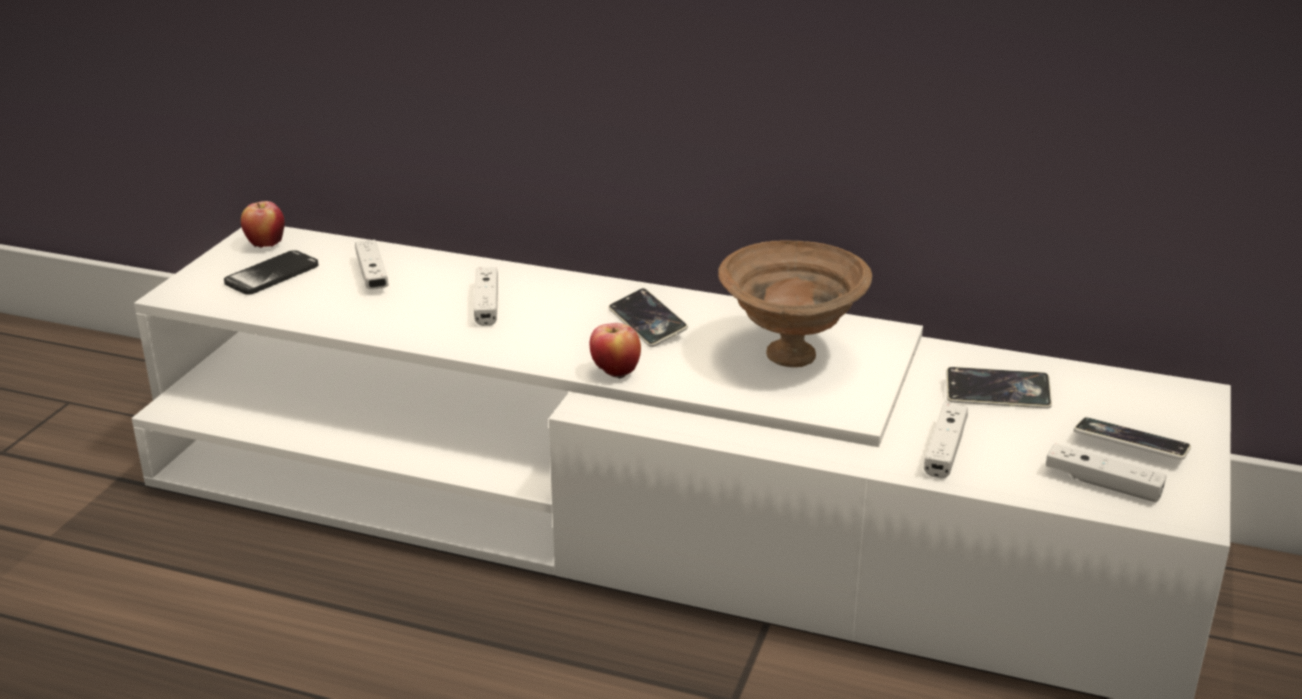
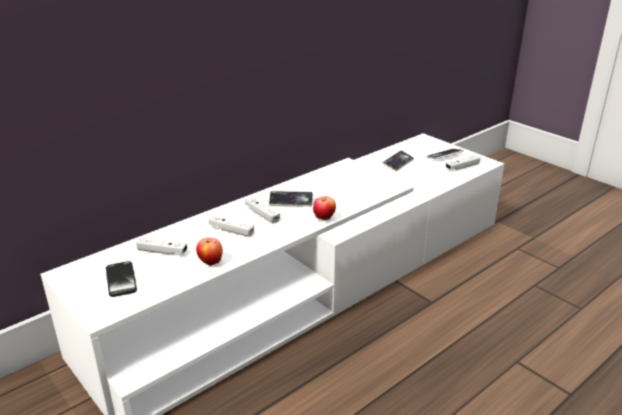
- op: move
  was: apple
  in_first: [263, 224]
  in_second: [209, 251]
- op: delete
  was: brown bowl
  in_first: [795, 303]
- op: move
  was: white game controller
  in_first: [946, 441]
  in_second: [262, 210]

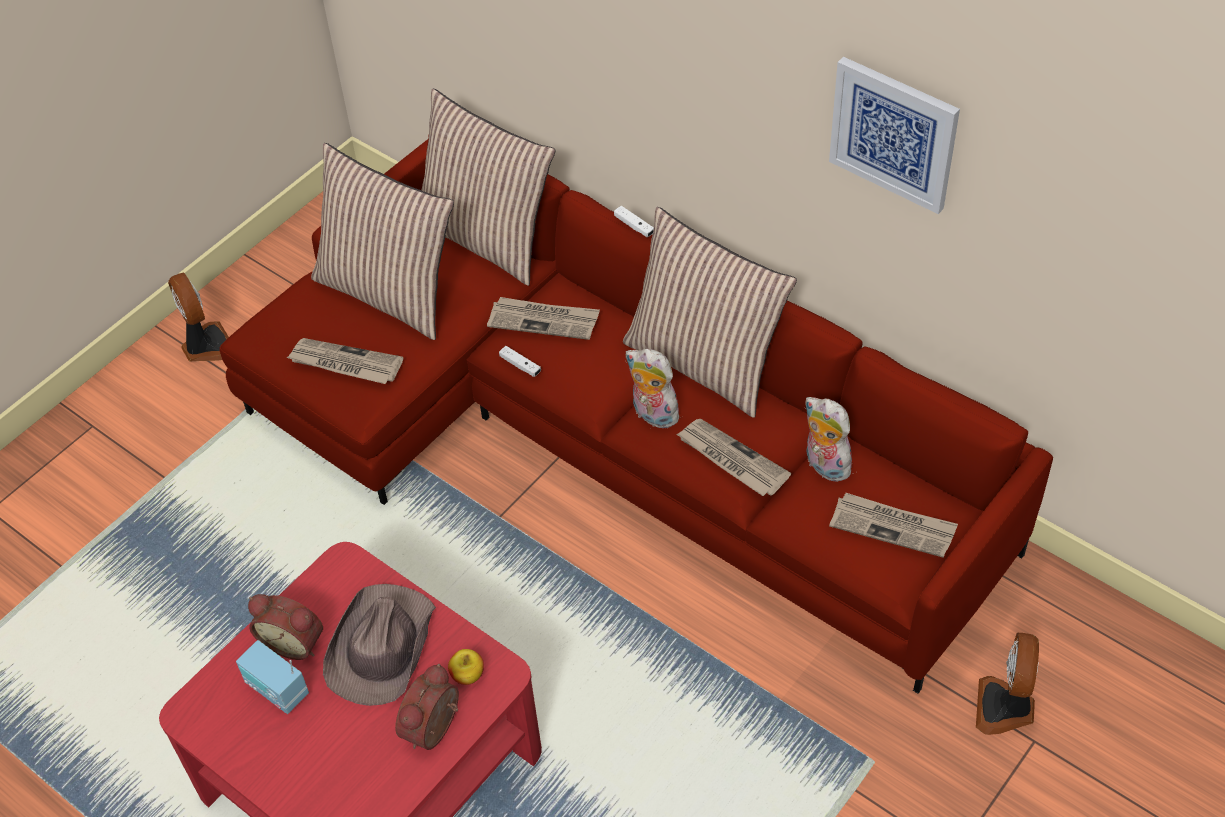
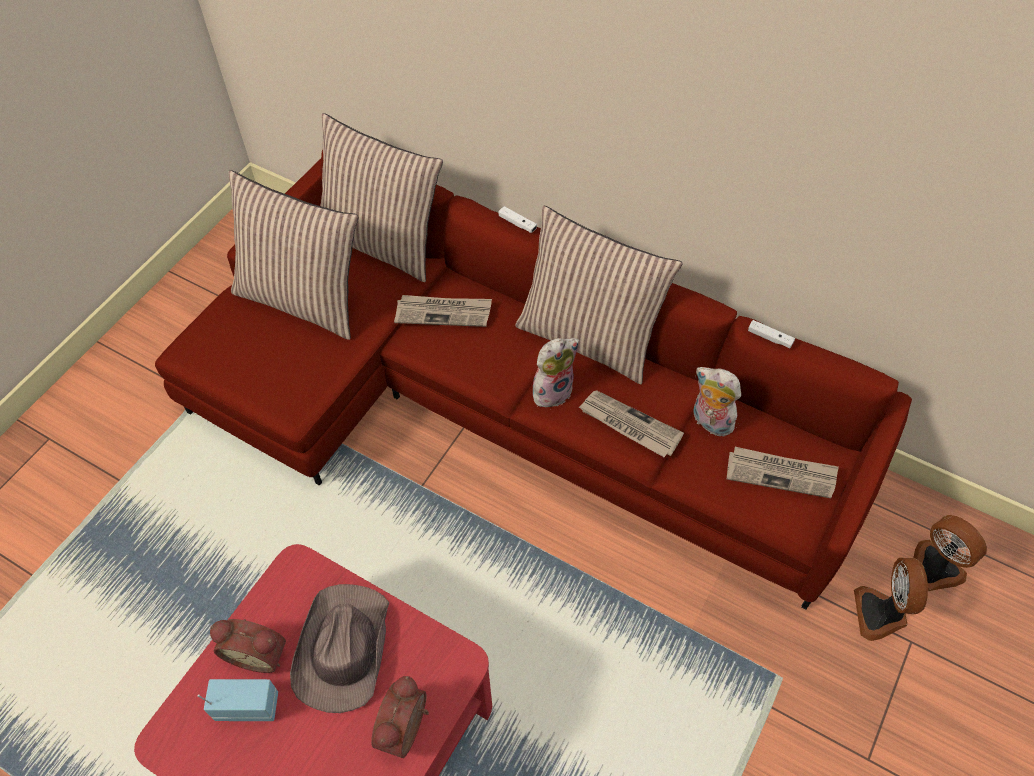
- op: move
  was: fan
  in_first: [198, 316]
  in_second: [950, 553]
- op: rotate
  was: radio
  in_first: [272, 677]
  in_second: [237, 700]
  clockwise: 150
- op: delete
  was: newspaper
  in_first: [344, 361]
- op: delete
  was: apple
  in_first: [466, 667]
- op: move
  was: white game controller
  in_first: [520, 361]
  in_second: [771, 334]
- op: rotate
  was: plush toy
  in_first: [655, 388]
  in_second: [556, 372]
  clockwise: 120
- op: delete
  was: picture
  in_first: [894, 135]

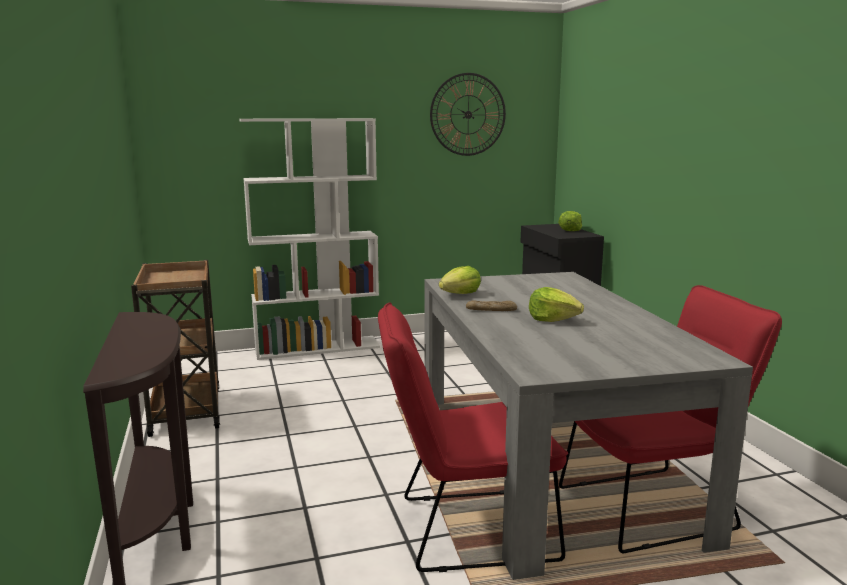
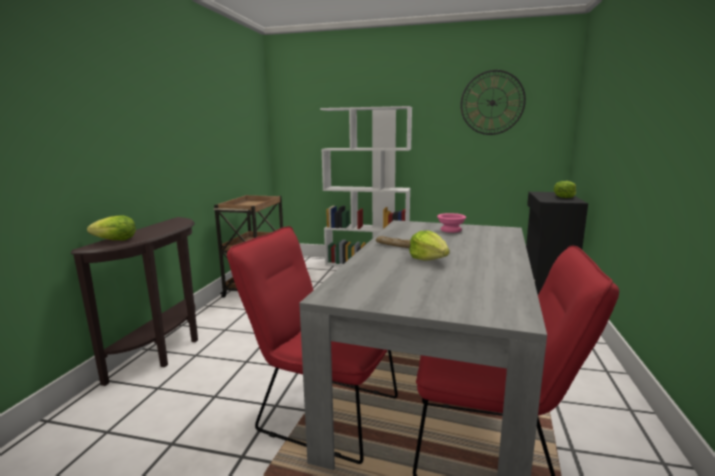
- op: move
  was: lettuce
  in_first: [460, 280]
  in_second: [111, 228]
- op: insert
  now: pink bowl
  in_second: [451, 223]

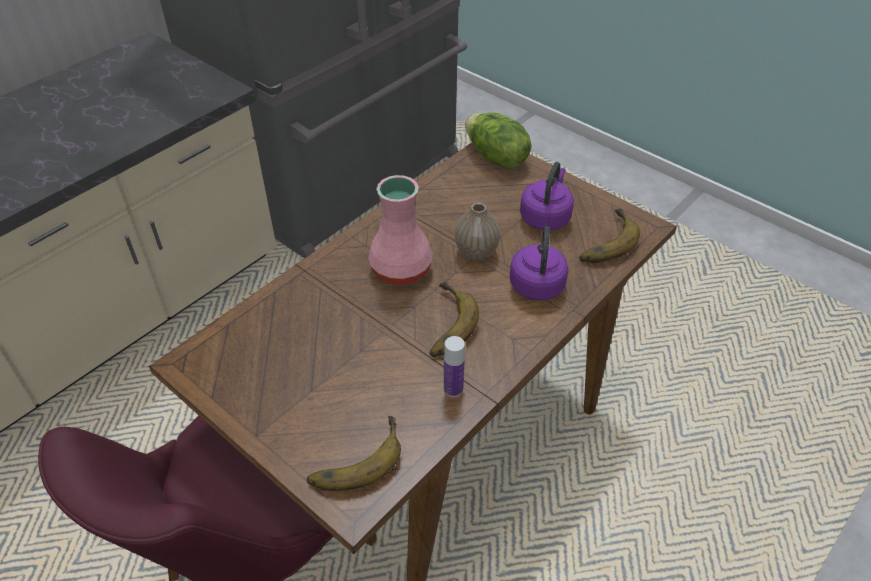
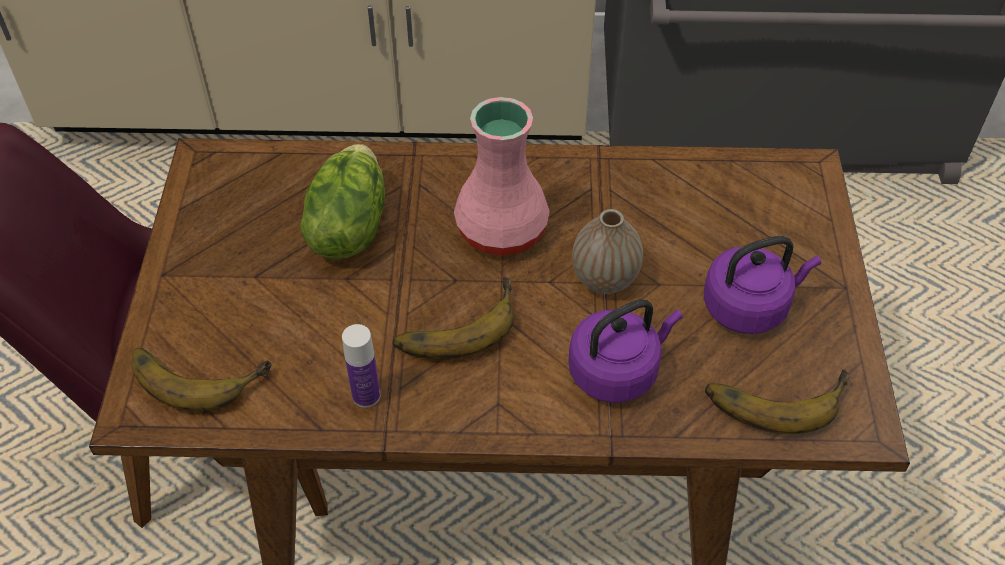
- op: move
  was: lettuce
  in_first: [498, 140]
  in_second: [342, 201]

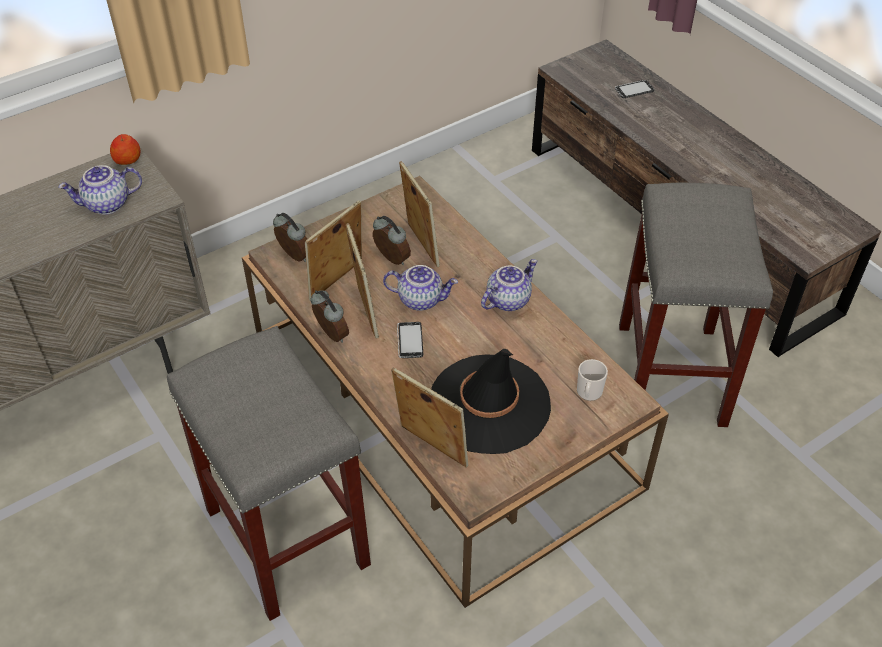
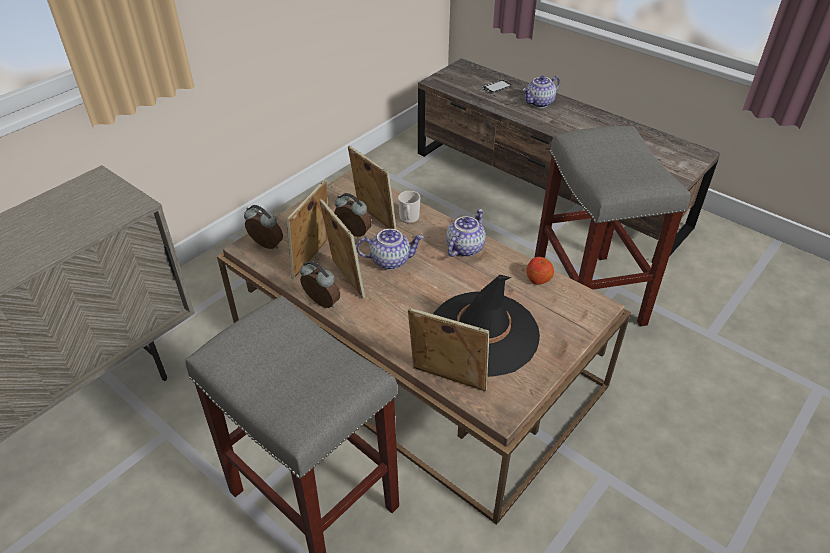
- op: move
  was: teapot
  in_first: [100, 190]
  in_second: [541, 92]
- op: move
  was: apple
  in_first: [125, 149]
  in_second: [540, 271]
- op: delete
  was: phone
  in_first: [410, 340]
- op: move
  was: mug
  in_first: [592, 380]
  in_second: [409, 207]

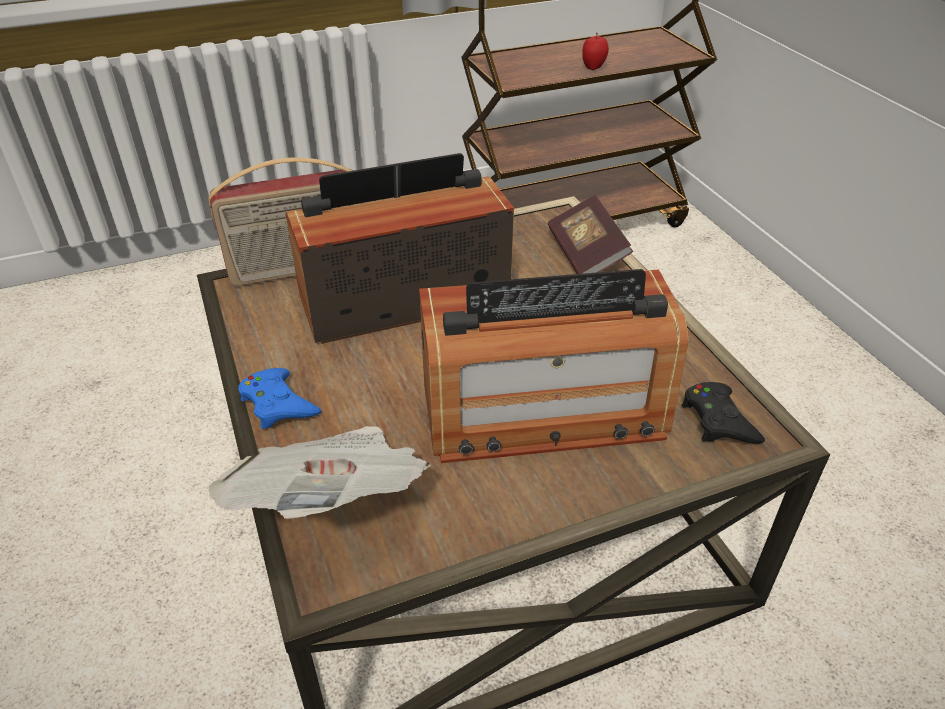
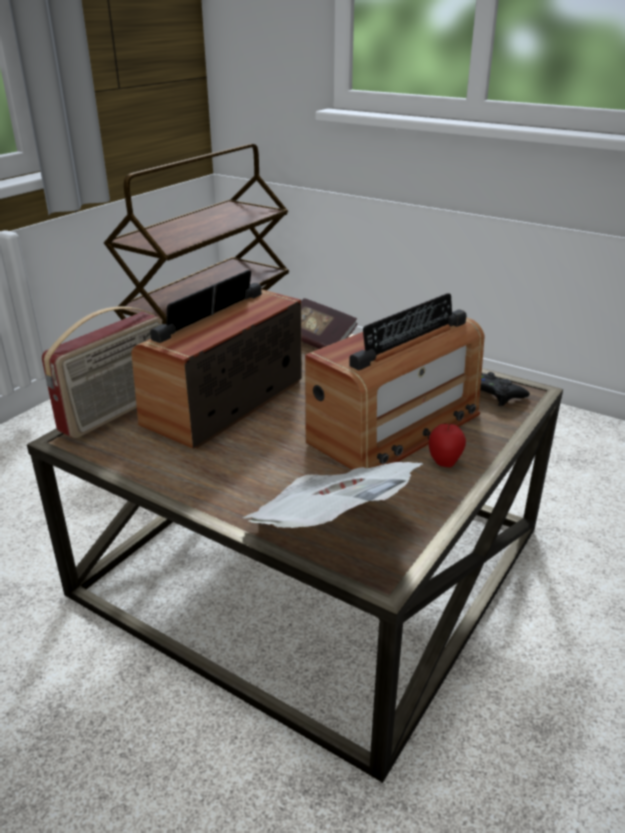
- op: delete
  was: blue game controller
  in_first: [279, 398]
- op: move
  was: apple
  in_first: [595, 51]
  in_second: [447, 445]

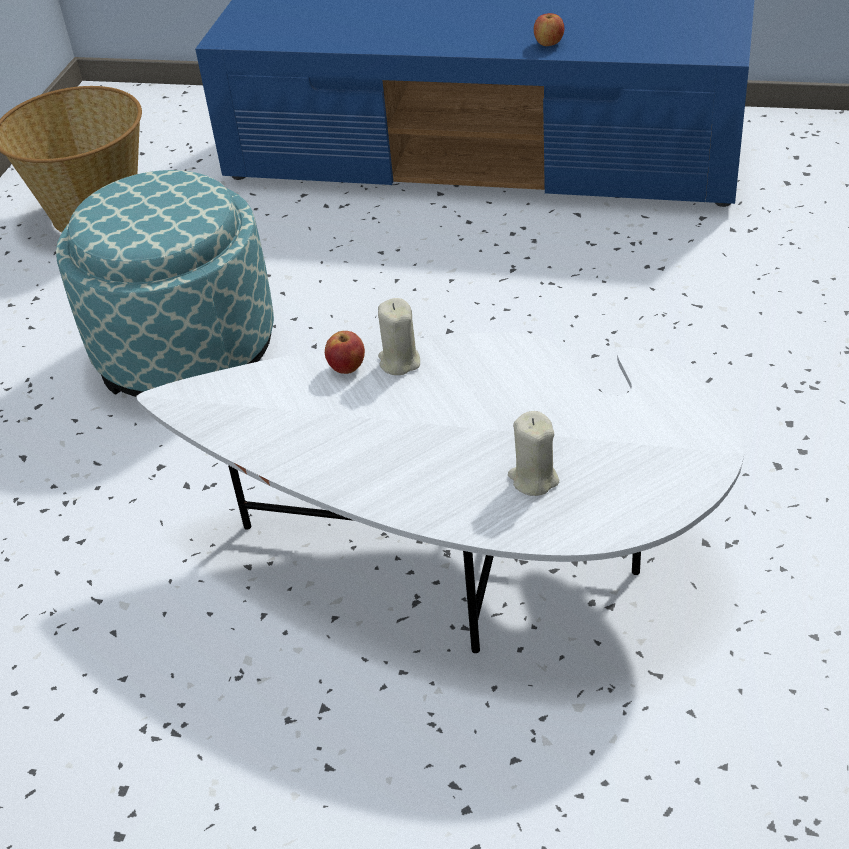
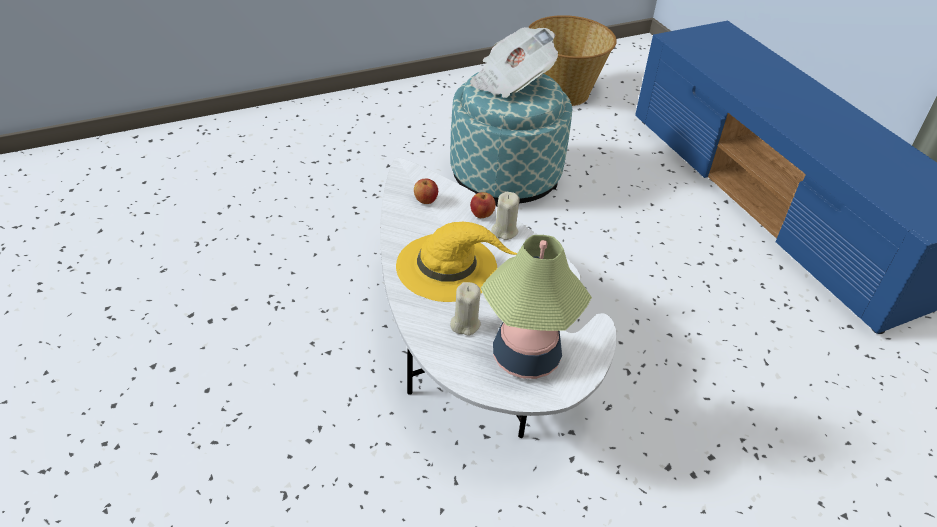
- op: move
  was: apple
  in_first: [549, 29]
  in_second: [426, 191]
- op: insert
  now: yellow hat
  in_second: [456, 262]
- op: insert
  now: newspaper
  in_second: [514, 62]
- op: insert
  now: table lamp
  in_second: [536, 307]

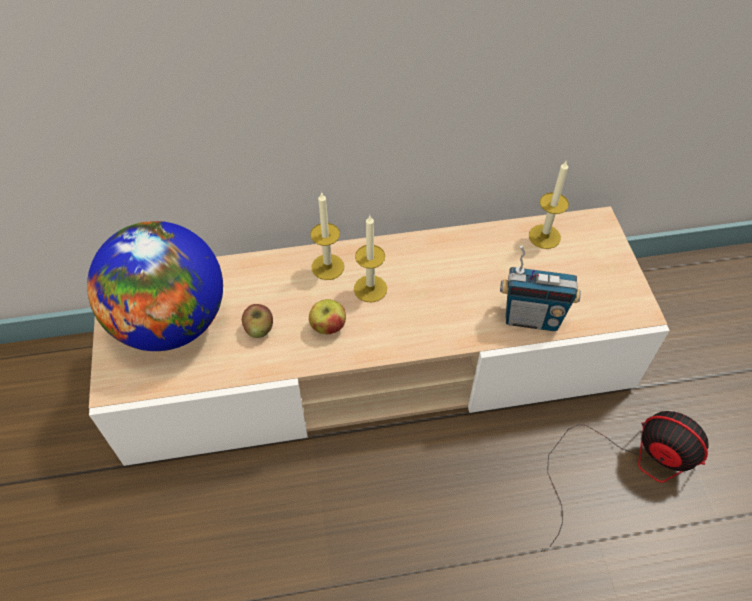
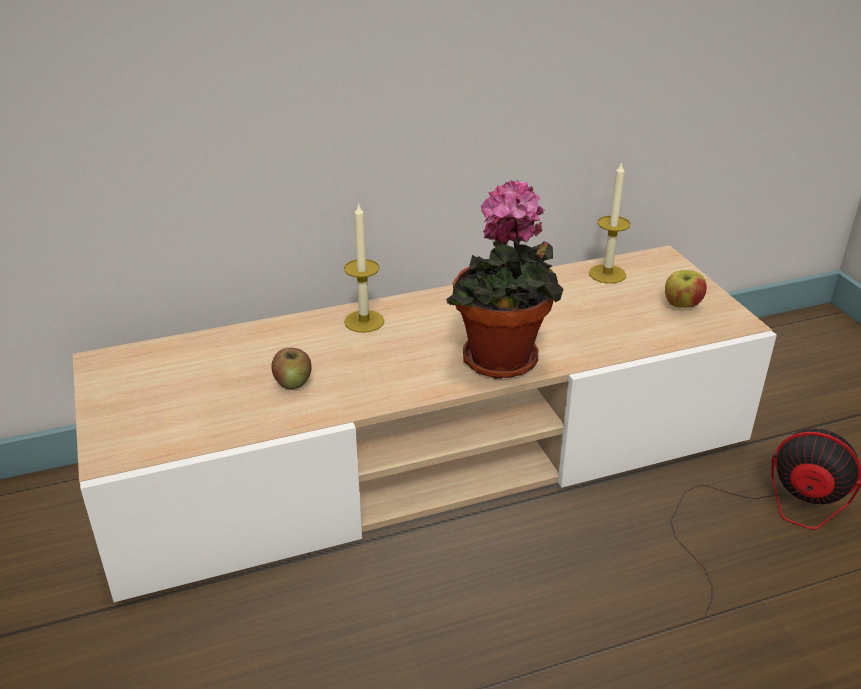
- op: delete
  was: globe
  in_first: [155, 286]
- op: move
  was: apple
  in_first: [327, 316]
  in_second: [686, 289]
- op: delete
  was: candle
  in_first: [370, 259]
- op: delete
  was: radio
  in_first: [540, 288]
- op: insert
  now: potted plant
  in_second: [505, 279]

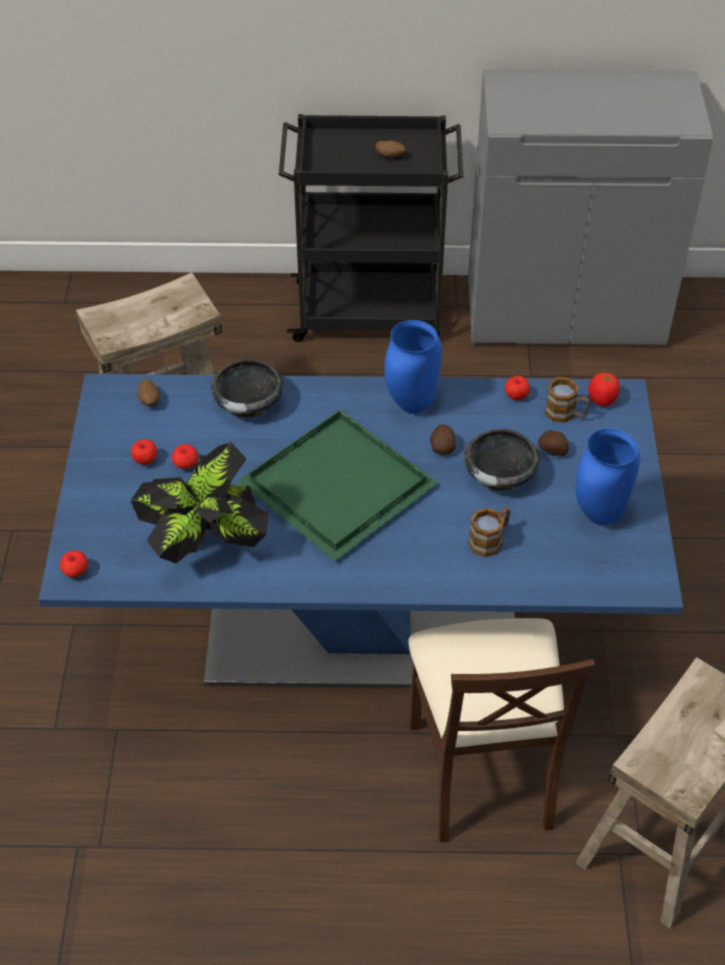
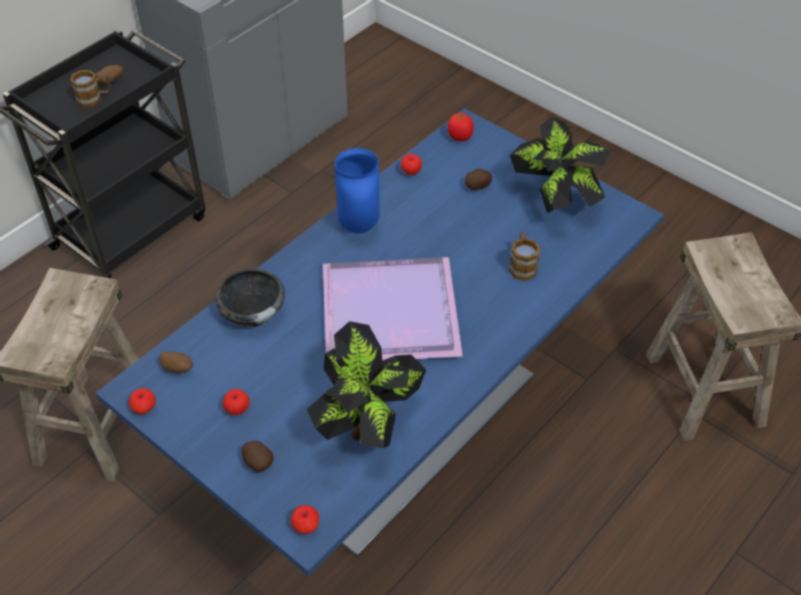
- op: move
  was: apple
  in_first: [185, 456]
  in_second: [142, 401]
- op: recolor
  was: green tray
  now: purple tray
  in_first: [337, 485]
  in_second: [393, 309]
- op: delete
  was: beige chair
  in_first: [501, 730]
- op: move
  was: potato
  in_first: [443, 439]
  in_second: [257, 456]
- op: delete
  was: black bowl
  in_first: [501, 460]
- op: move
  was: mug
  in_first: [567, 399]
  in_second: [90, 88]
- op: replace
  was: blue vase
  now: potted plant
  in_first: [607, 476]
  in_second: [561, 165]

